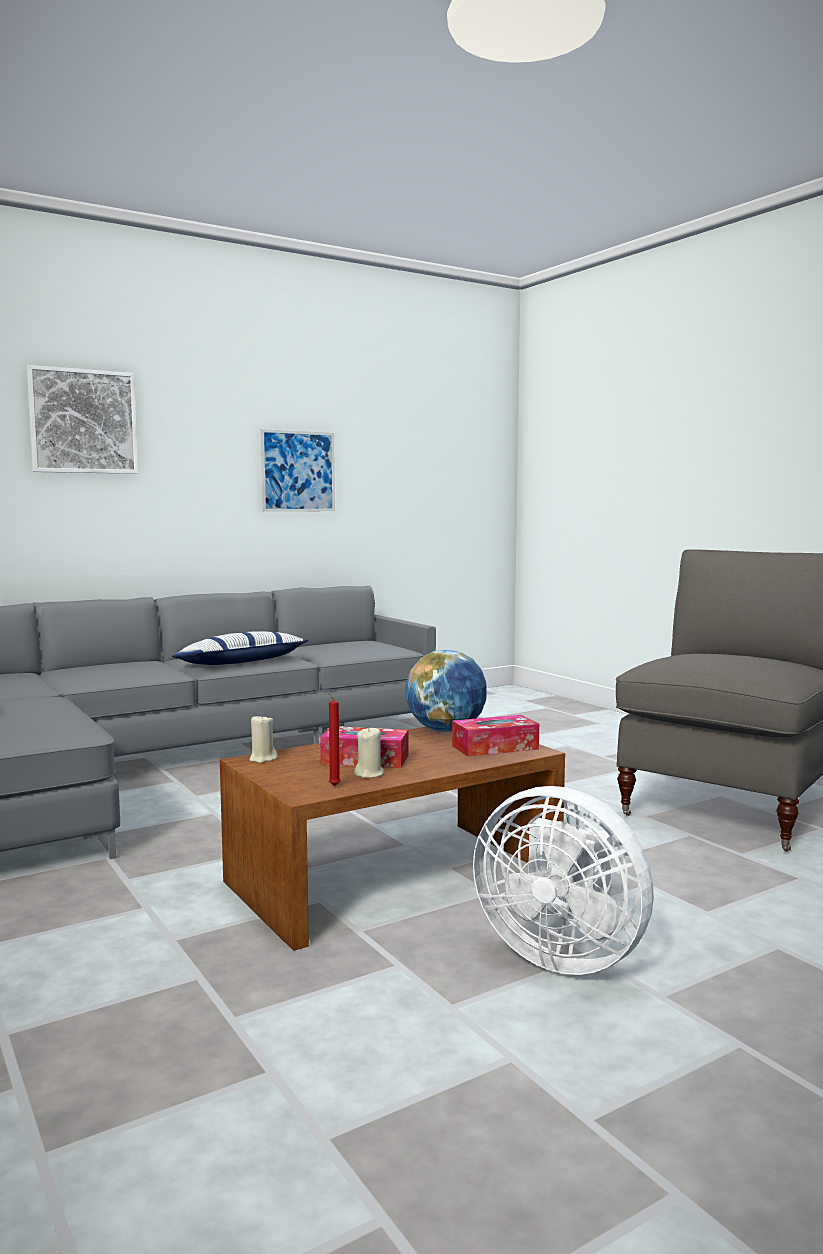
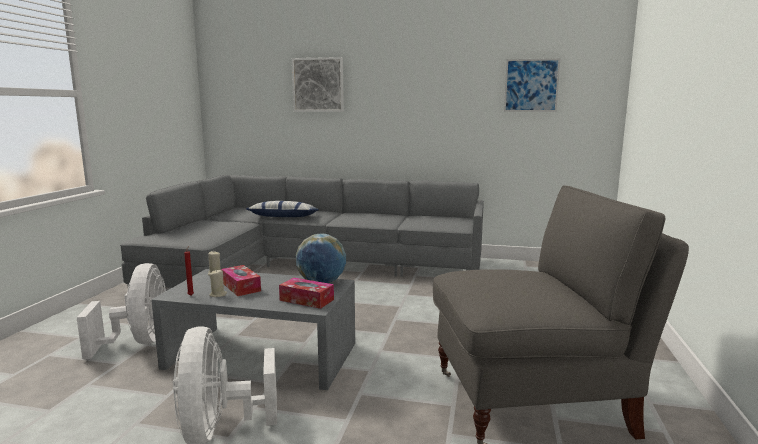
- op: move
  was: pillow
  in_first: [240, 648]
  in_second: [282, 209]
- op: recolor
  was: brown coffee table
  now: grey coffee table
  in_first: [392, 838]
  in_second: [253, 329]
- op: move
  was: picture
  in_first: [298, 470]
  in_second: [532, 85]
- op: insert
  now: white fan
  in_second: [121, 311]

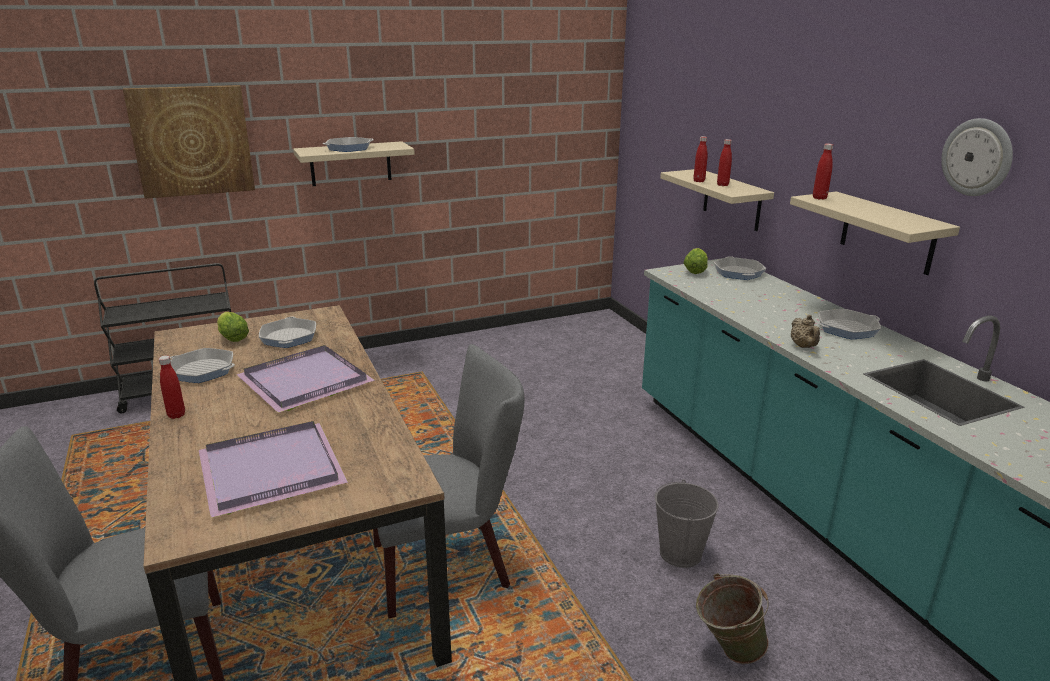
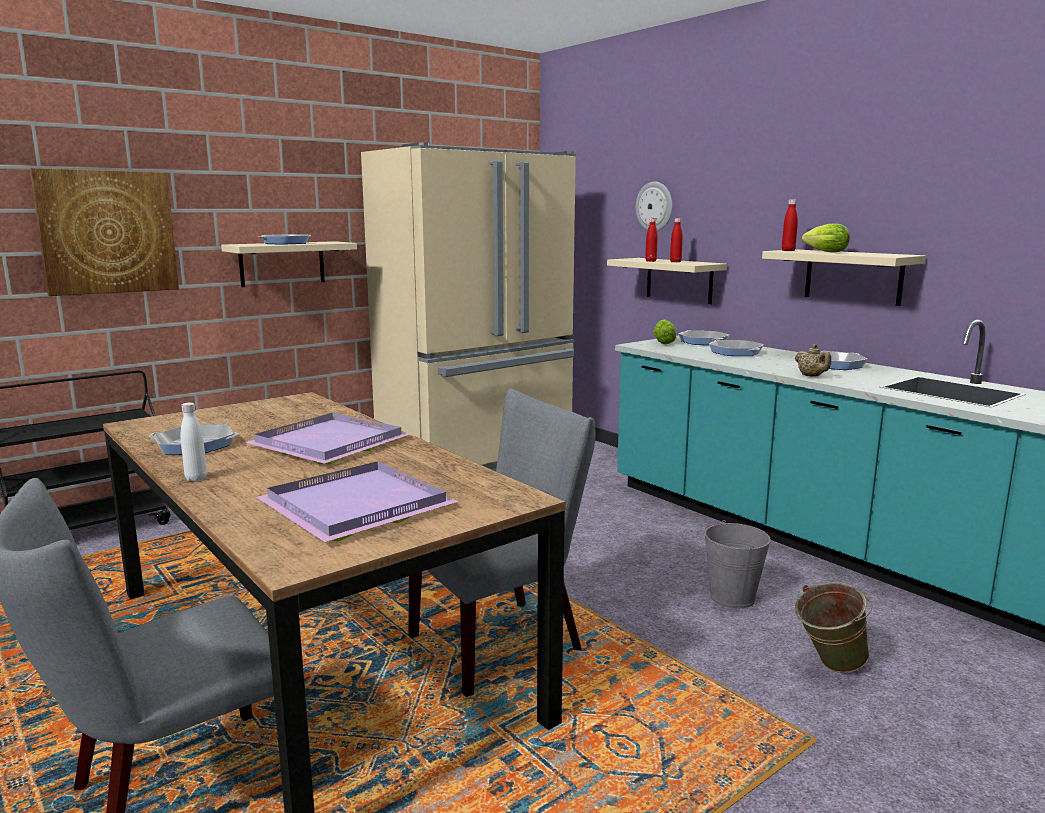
- op: recolor
  was: red bottle
  now: white bottle
  in_first: [172, 387]
  in_second: [194, 442]
- op: move
  was: lettuce
  in_first: [233, 327]
  in_second: [826, 238]
- op: move
  was: frying pan
  in_first: [287, 332]
  in_second: [736, 348]
- op: move
  was: wall clock
  in_first: [977, 157]
  in_second: [654, 206]
- op: insert
  now: beige fridge
  in_second: [468, 305]

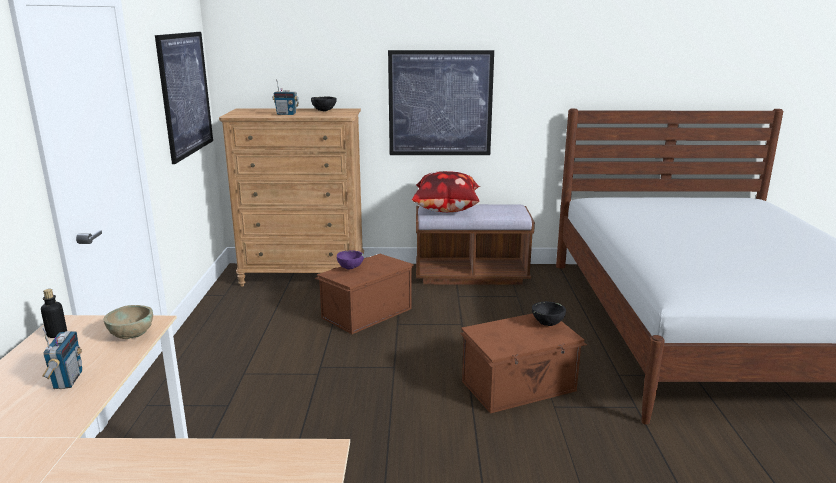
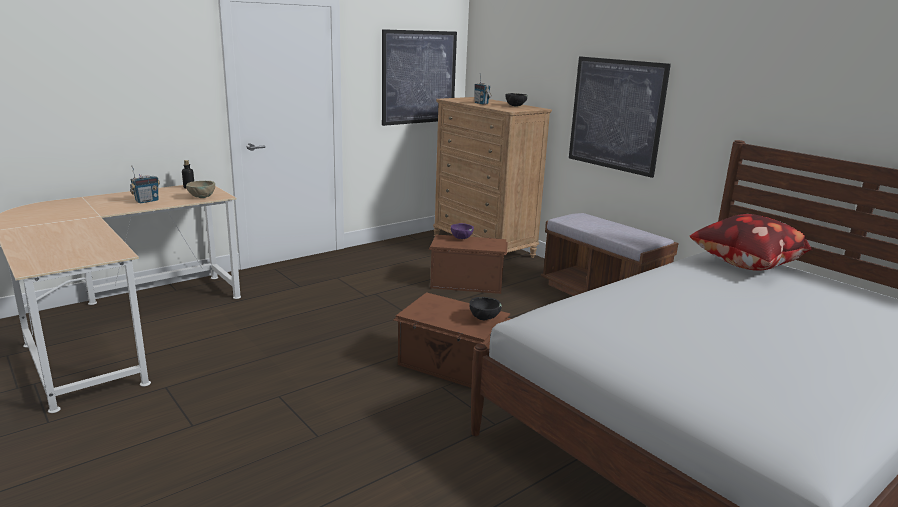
- op: move
  was: pillow
  in_first: [446, 191]
  in_second: [750, 242]

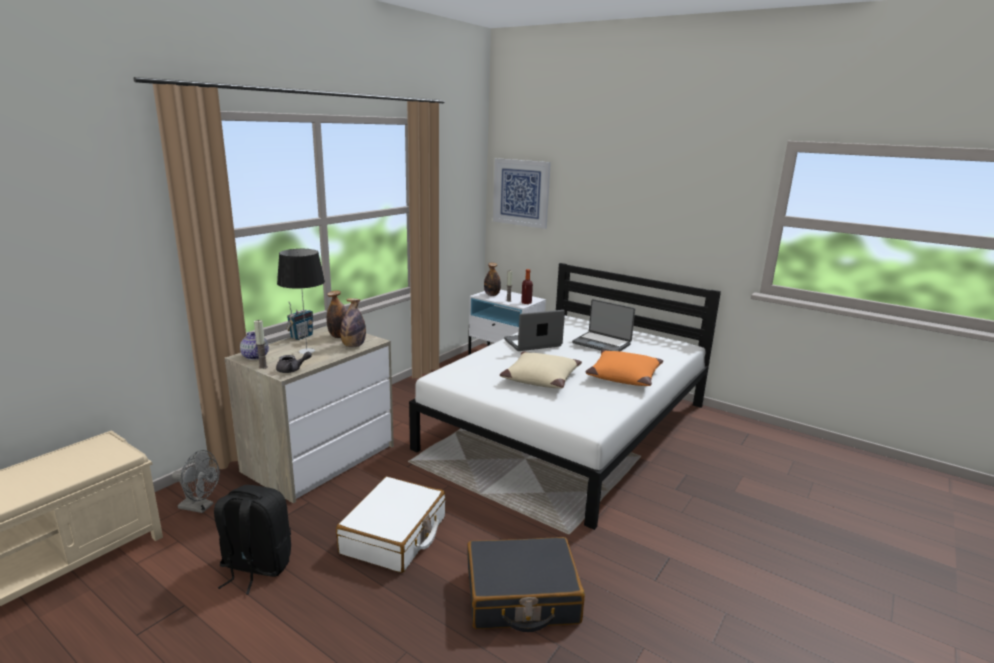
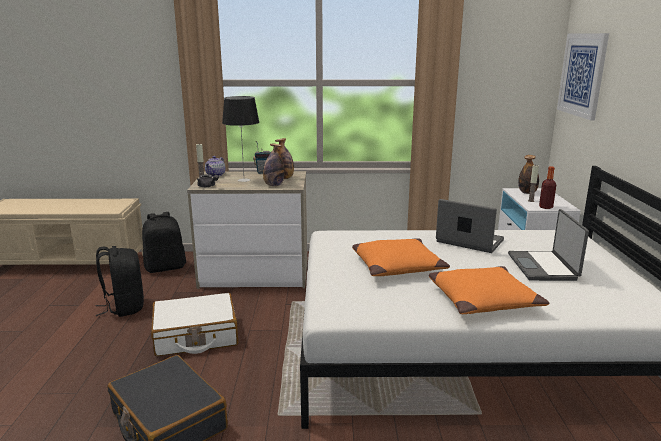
- op: replace
  was: grey fan
  now: black backpack
  in_first: [196, 481]
  in_second: [164, 242]
- op: recolor
  was: beige pillow
  now: orange pillow
  in_first: [541, 369]
  in_second: [401, 257]

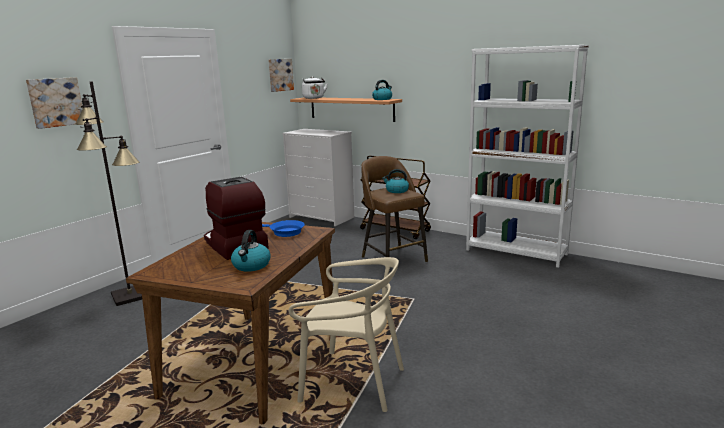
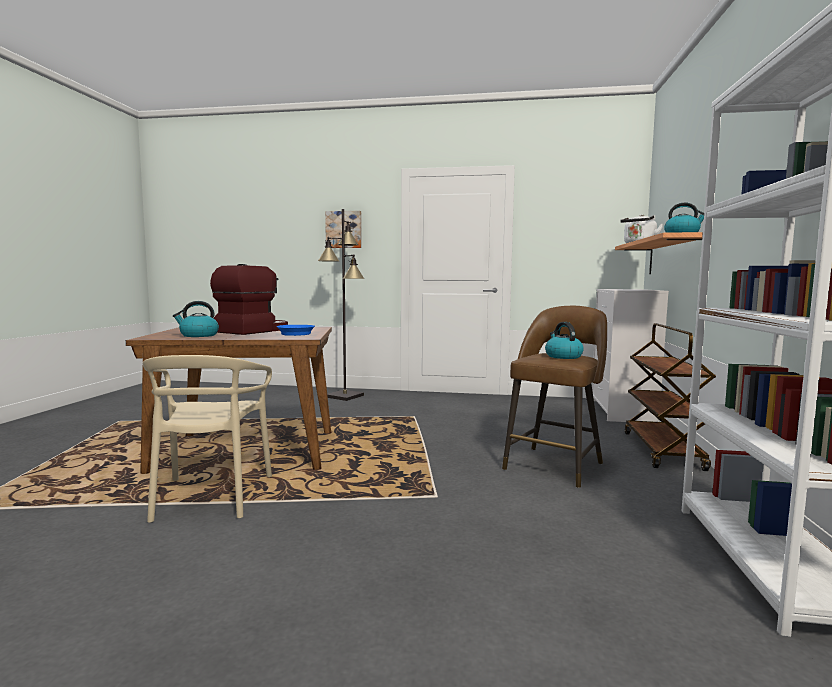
- op: delete
  was: picture
  in_first: [281, 75]

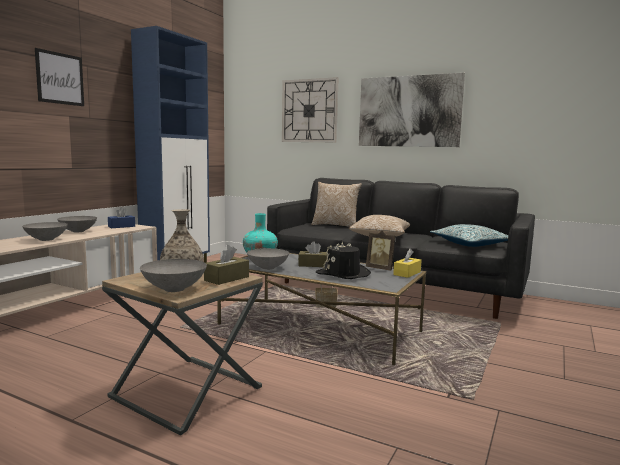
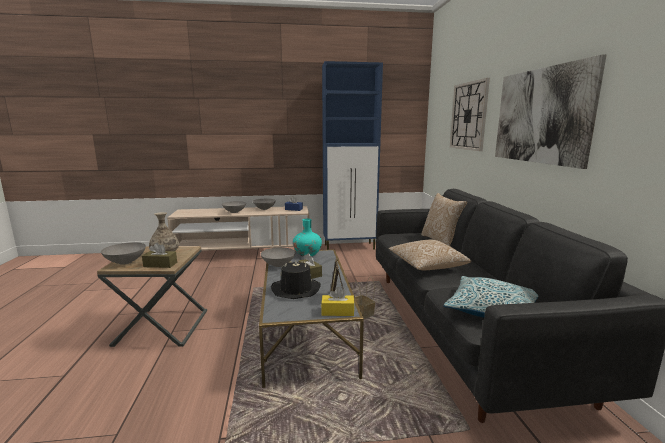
- op: delete
  was: picture
  in_first: [59, 77]

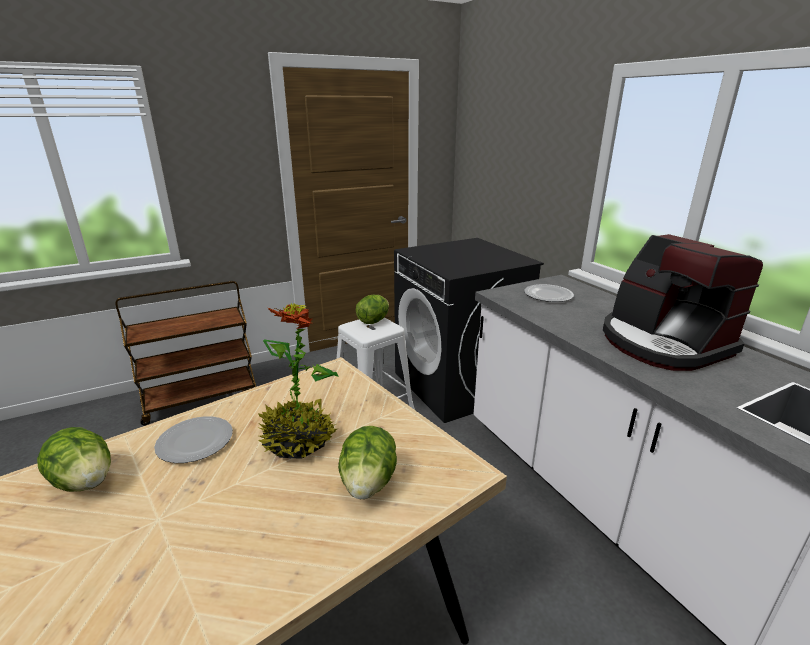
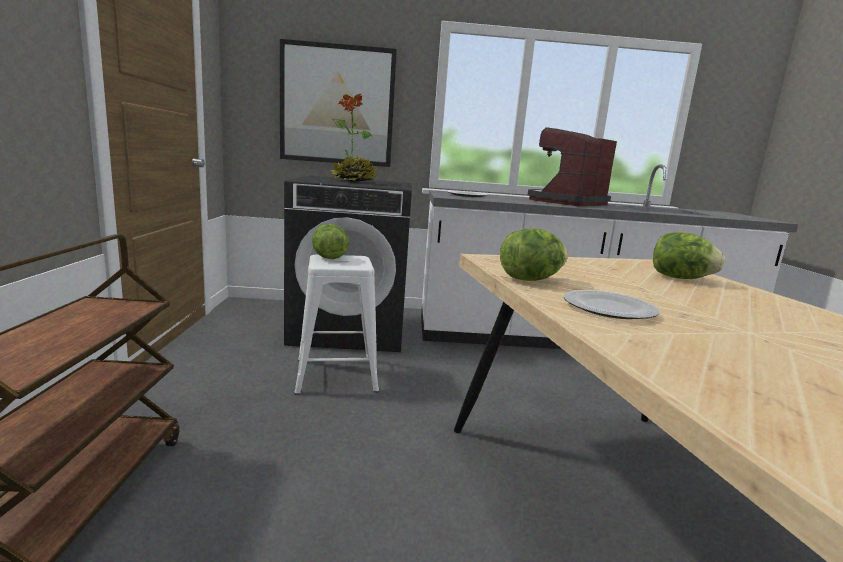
- op: move
  was: lettuce
  in_first: [74, 459]
  in_second: [534, 255]
- op: move
  was: potted plant
  in_first: [298, 381]
  in_second: [353, 138]
- op: rotate
  was: coffee machine
  in_first: [683, 302]
  in_second: [572, 166]
  clockwise: 135
- op: insert
  now: picture
  in_second: [338, 103]

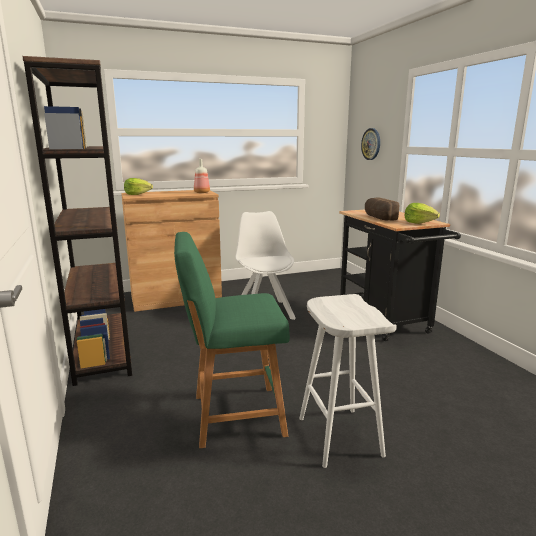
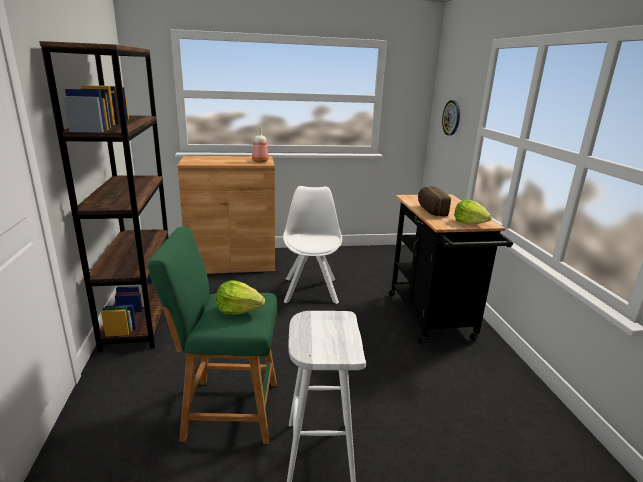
- op: move
  was: lettuce
  in_first: [138, 186]
  in_second: [240, 297]

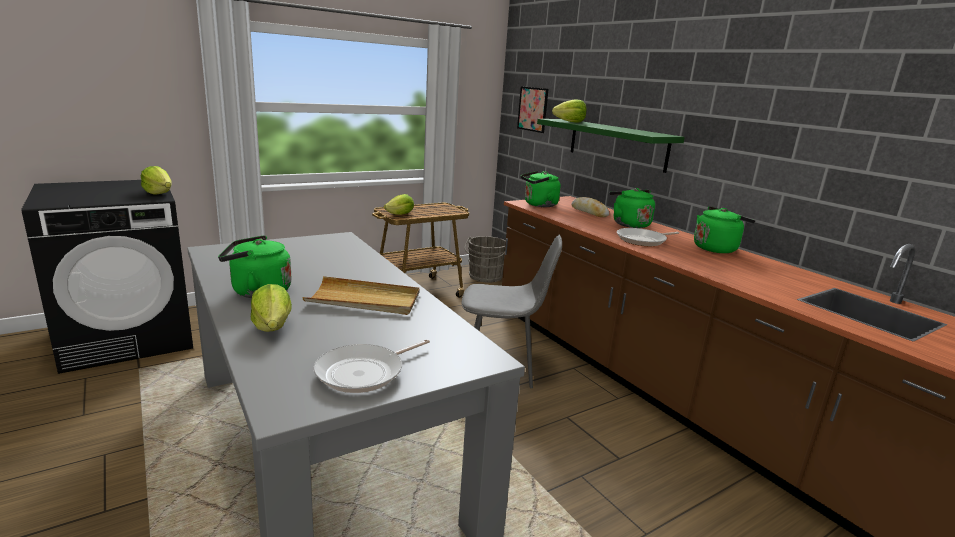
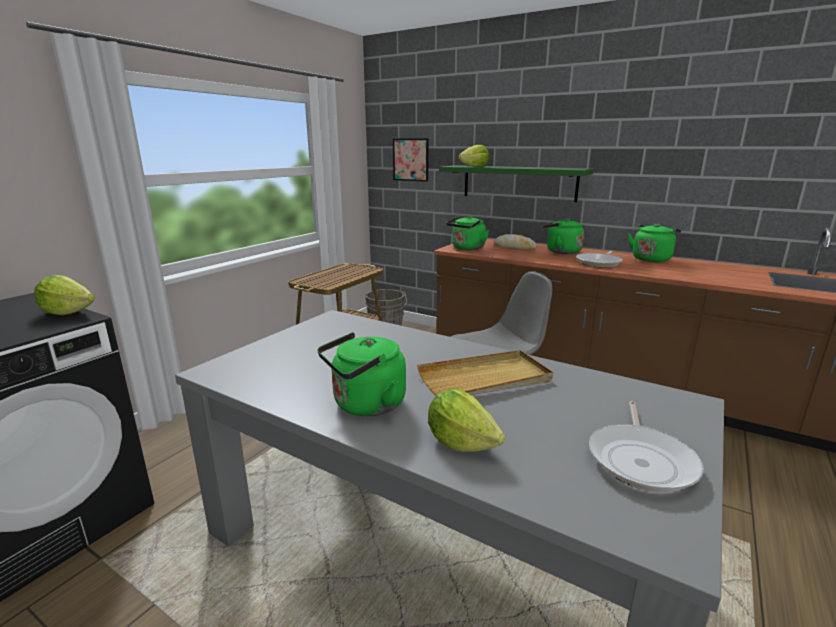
- op: delete
  was: lettuce
  in_first: [399, 204]

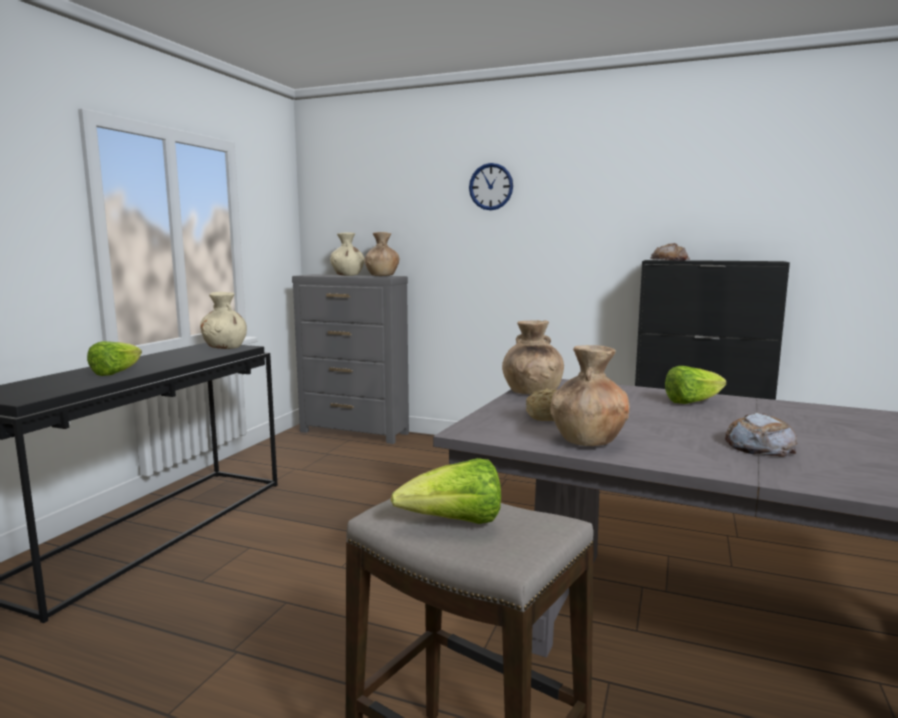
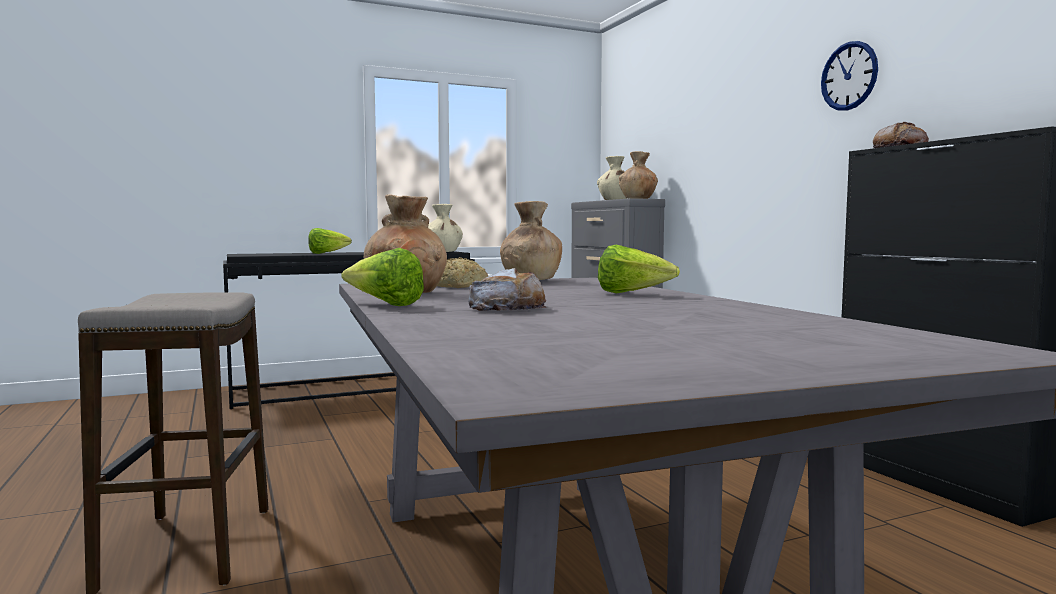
- op: move
  was: lettuce
  in_first: [446, 491]
  in_second: [383, 277]
- op: move
  was: wall clock
  in_first: [491, 186]
  in_second: [849, 76]

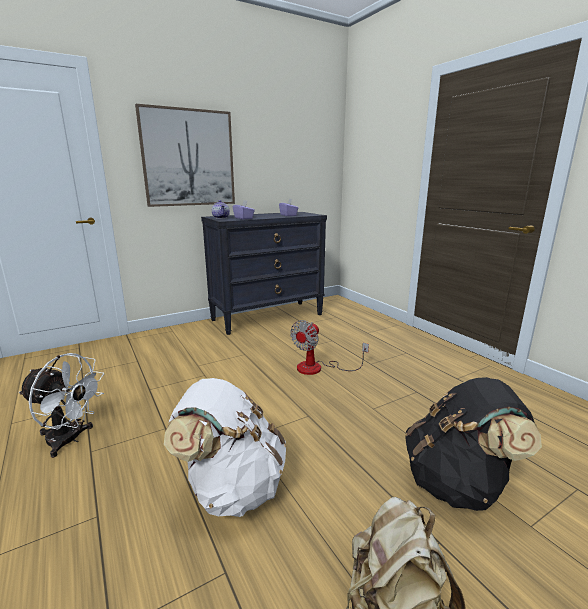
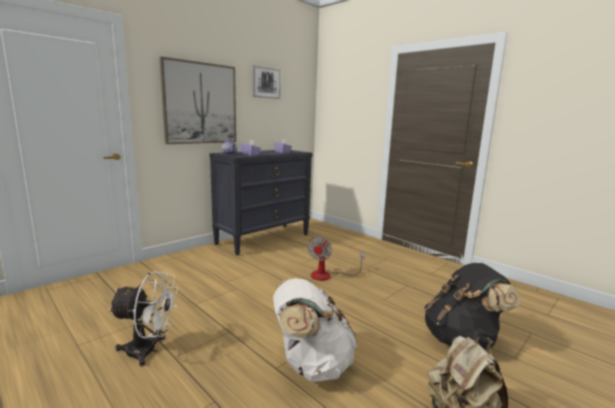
- op: insert
  now: picture
  in_second: [267, 82]

